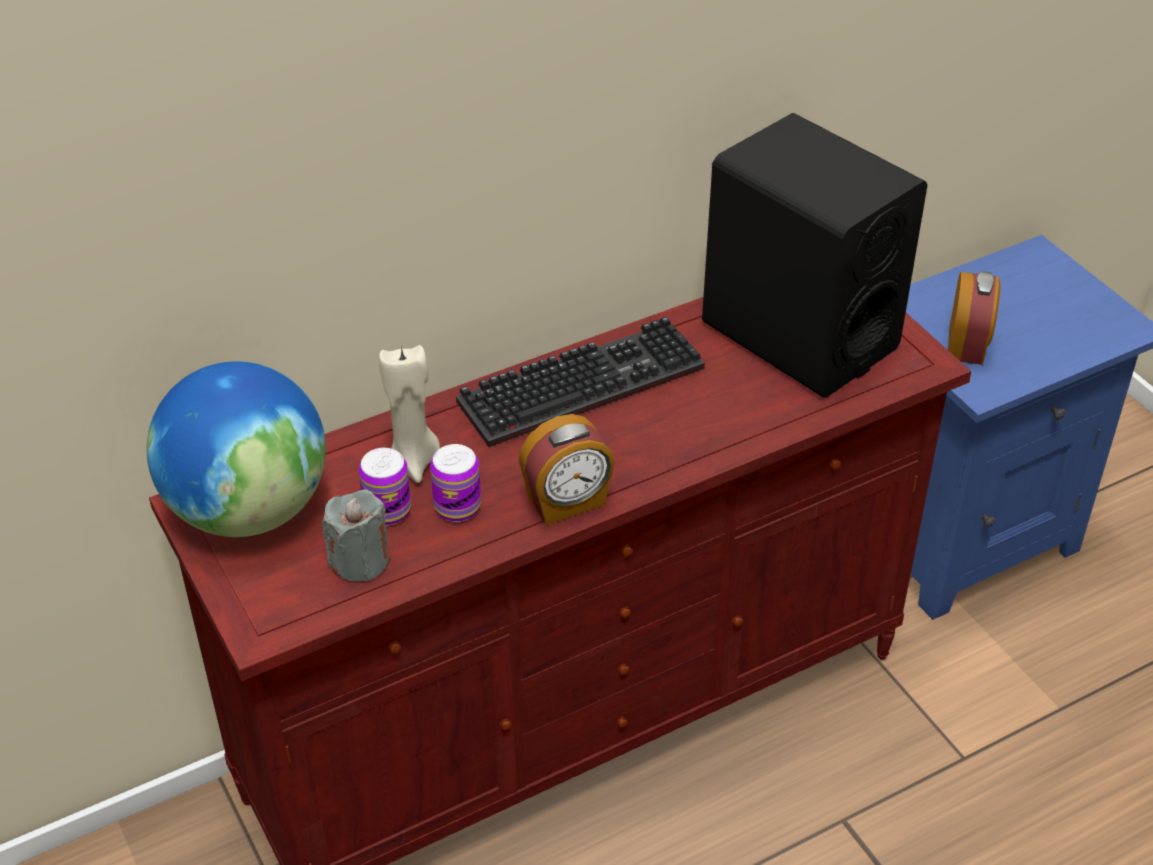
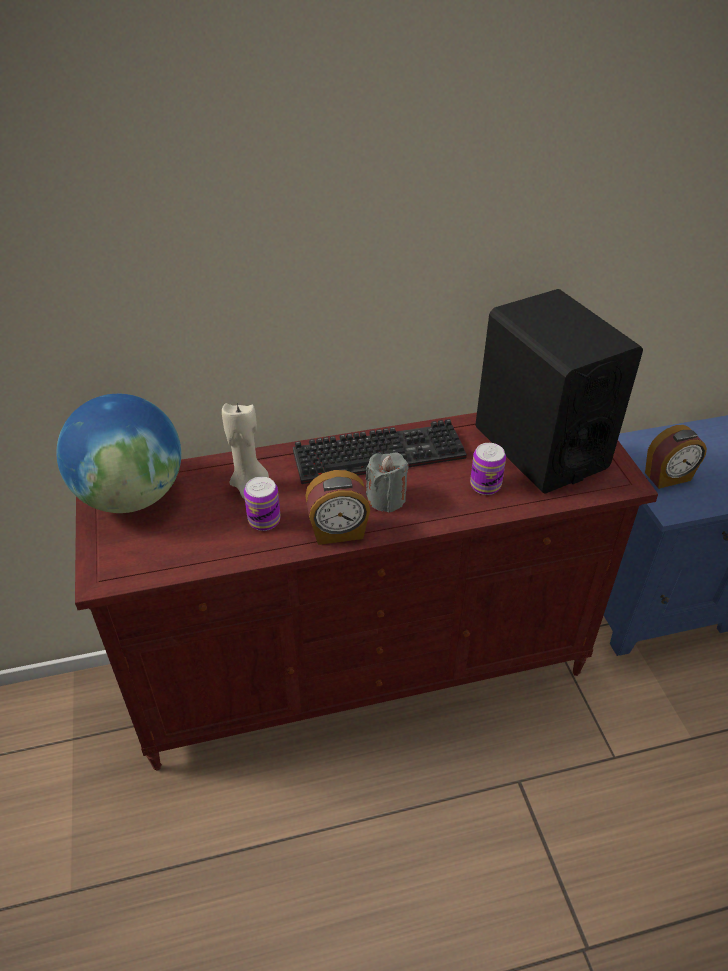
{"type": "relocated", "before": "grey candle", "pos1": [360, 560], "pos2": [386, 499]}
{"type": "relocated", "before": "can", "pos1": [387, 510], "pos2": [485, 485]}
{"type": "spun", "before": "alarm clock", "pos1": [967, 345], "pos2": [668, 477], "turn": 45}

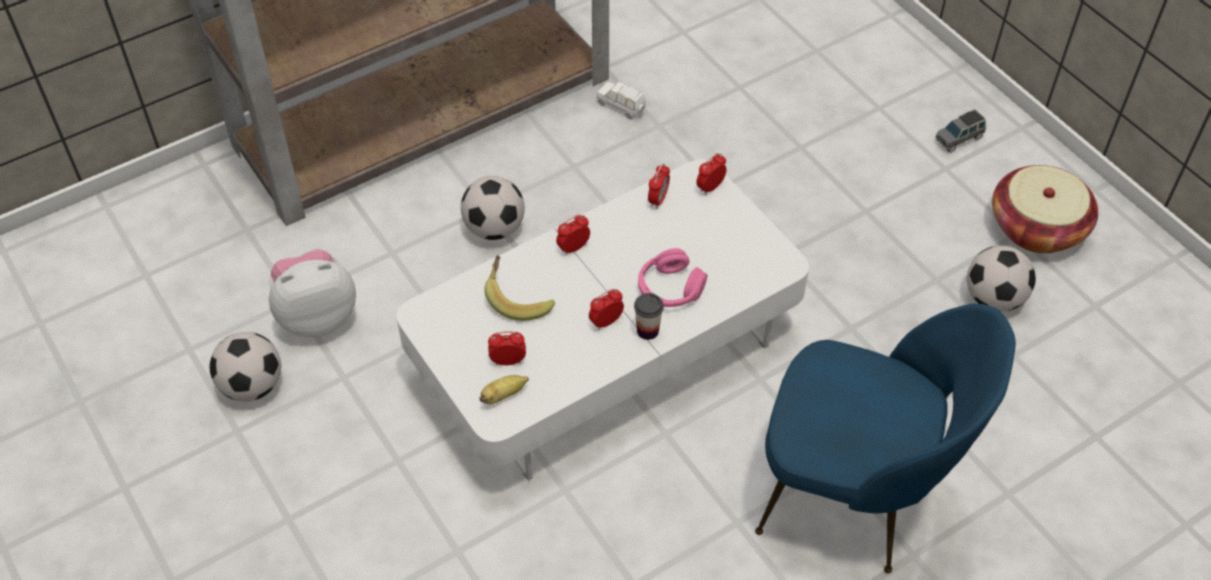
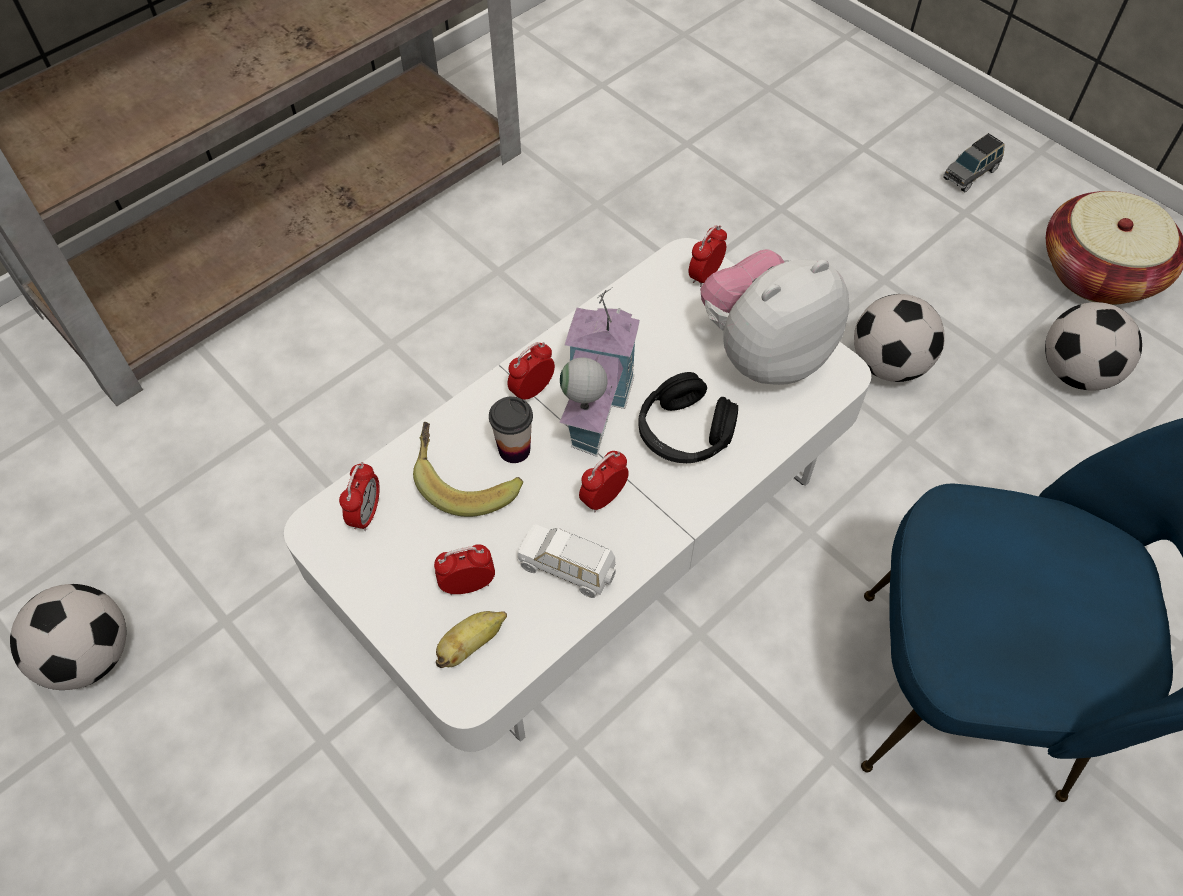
{"type": "relocated", "before": "alarm clock", "pos1": [658, 199], "pos2": [366, 514]}
{"type": "relocated", "before": "cup", "pos1": [647, 331], "pos2": [514, 450]}
{"type": "relocated", "before": "white toy car", "pos1": [621, 107], "pos2": [568, 568]}
{"type": "appeared", "after": "toy house", "pos2": [594, 406]}
{"type": "colour", "before": "pink headphones", "after": "black headphones", "pos1": [669, 288], "pos2": [684, 432]}
{"type": "relocated", "before": "plush toy", "pos1": [316, 315], "pos2": [764, 353]}
{"type": "relocated", "before": "football", "pos1": [494, 228], "pos2": [888, 364]}

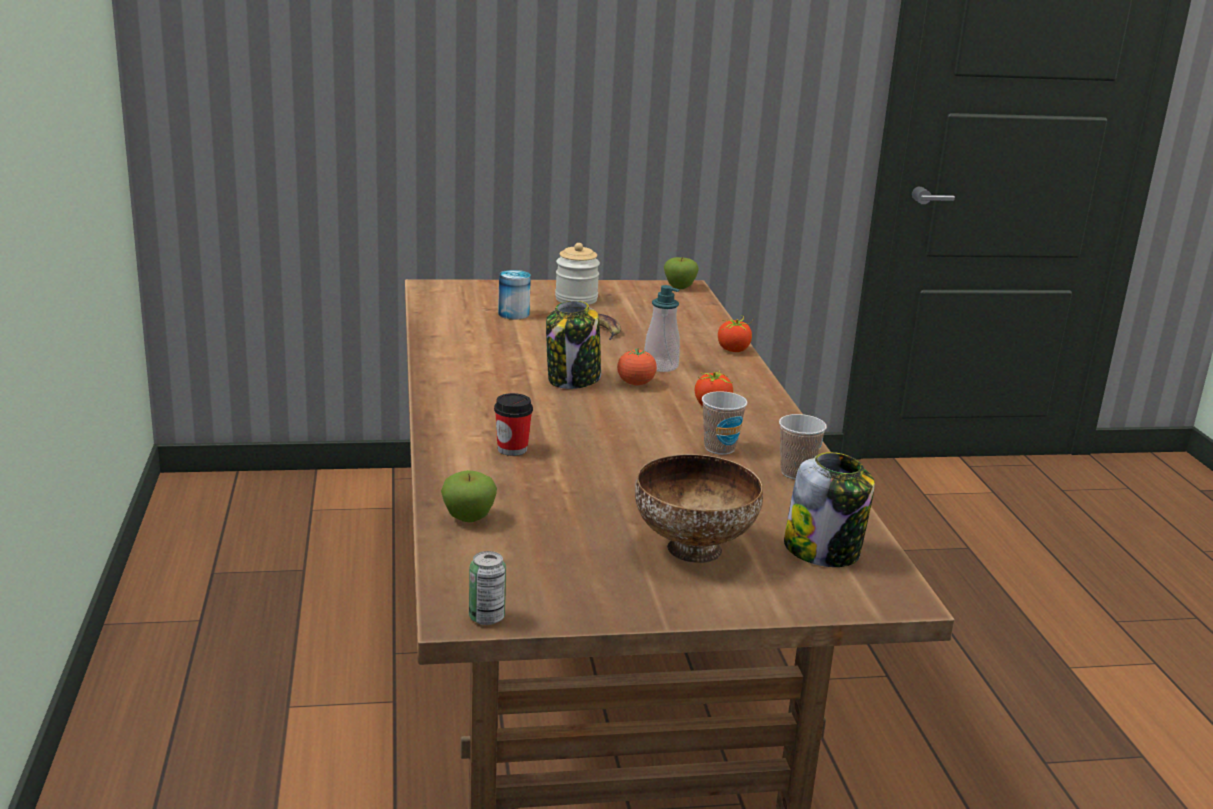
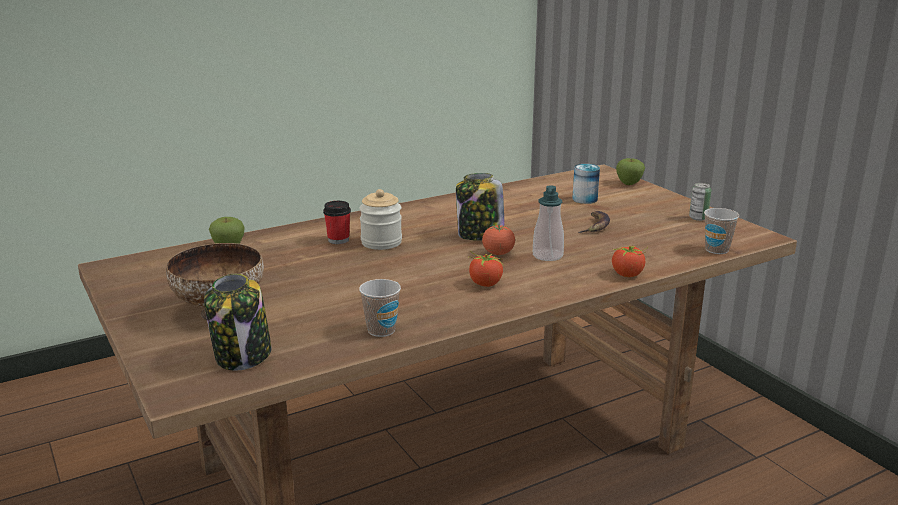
{"type": "relocated", "before": "jar", "pos1": [576, 299], "pos2": [381, 242]}
{"type": "relocated", "before": "apple", "pos1": [679, 287], "pos2": [629, 183]}
{"type": "relocated", "before": "can", "pos1": [486, 617], "pos2": [698, 218]}
{"type": "relocated", "before": "cup", "pos1": [719, 448], "pos2": [716, 250]}

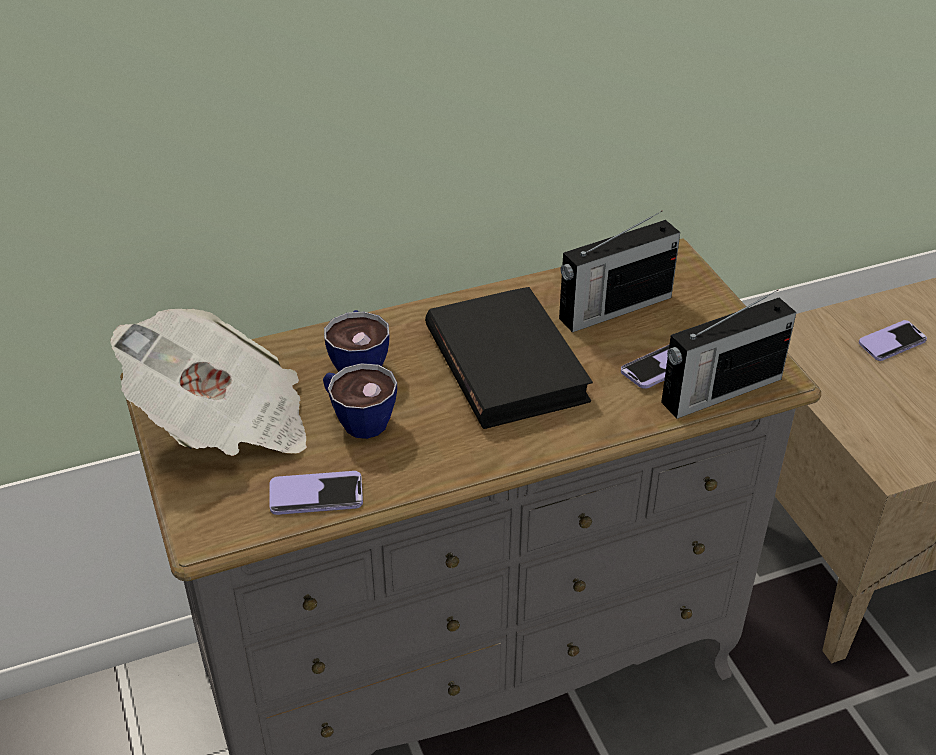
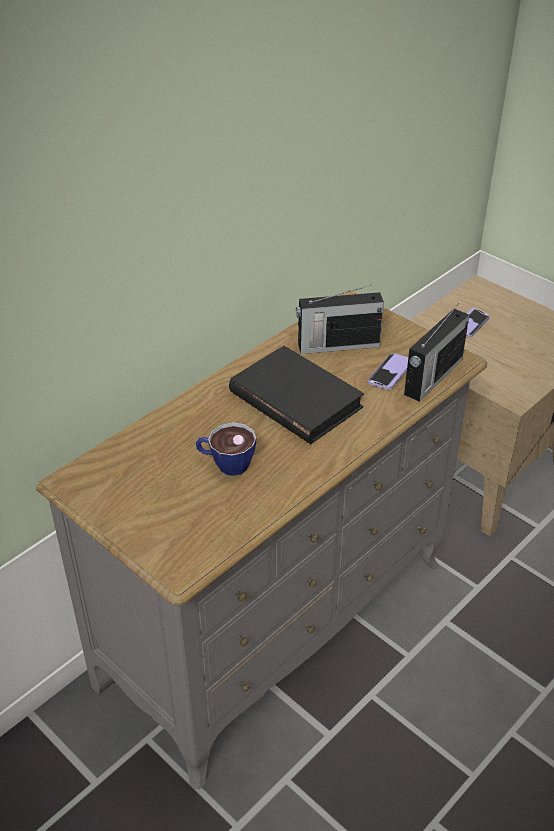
{"type": "spun", "before": "radio", "pos1": [613, 308], "pos2": [337, 345], "turn": 45}
{"type": "missing", "before": "newspaper", "pos1": [224, 422]}
{"type": "missing", "before": "phone", "pos1": [316, 495]}
{"type": "missing", "before": "cup", "pos1": [359, 362]}

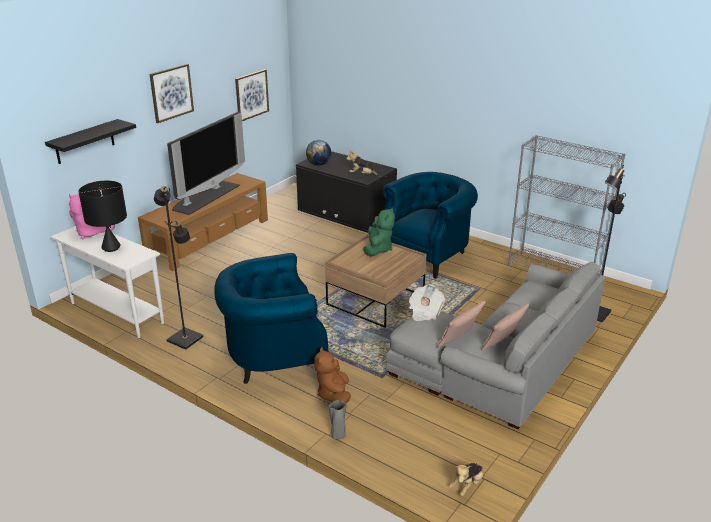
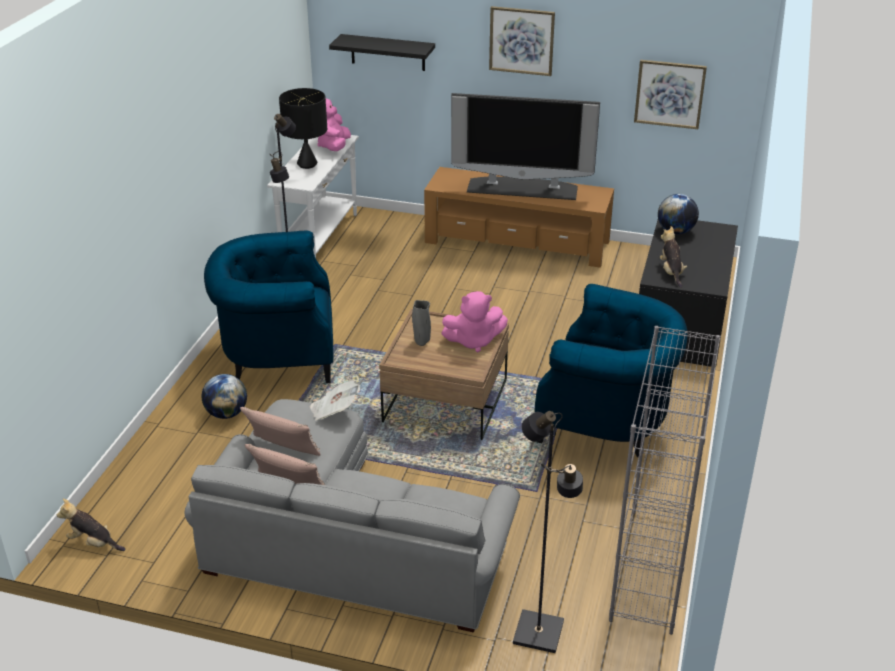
{"type": "exchanged", "before": "brown plush toy", "after": "globe", "pos1": [334, 395], "pos2": [226, 413]}
{"type": "spun", "before": "blue armchair", "pos1": [274, 359], "pos2": [278, 357], "turn": -60}
{"type": "relocated", "before": "grey vase", "pos1": [338, 435], "pos2": [422, 342]}
{"type": "colour", "before": "green plush toy", "after": "pink plush toy", "pos1": [378, 249], "pos2": [474, 341]}

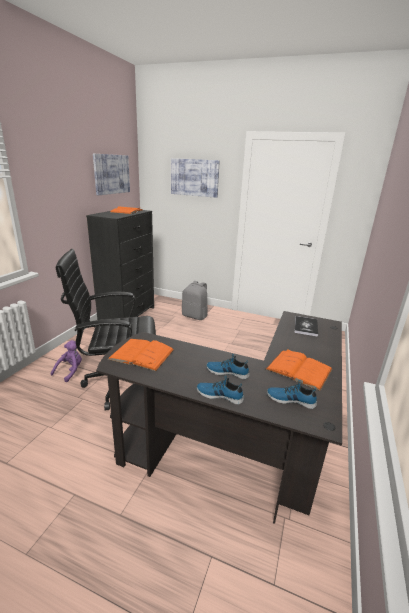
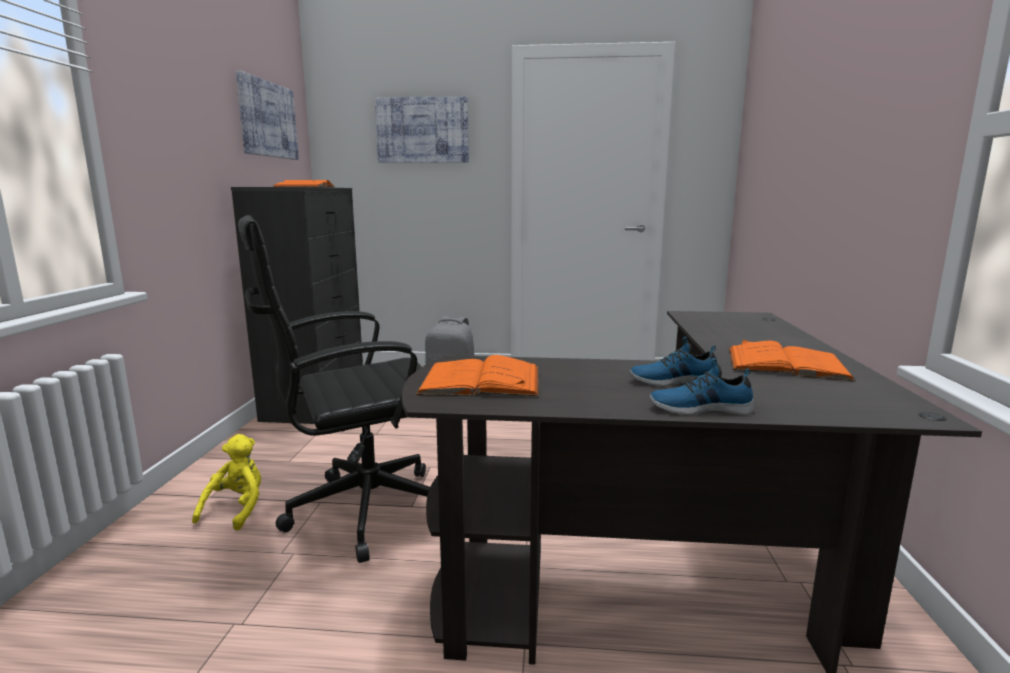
{"type": "colour", "before": "purple plush toy", "after": "yellow plush toy", "pos1": [70, 371], "pos2": [237, 509]}
{"type": "missing", "before": "shoe", "pos1": [291, 399]}
{"type": "missing", "before": "book", "pos1": [306, 326]}

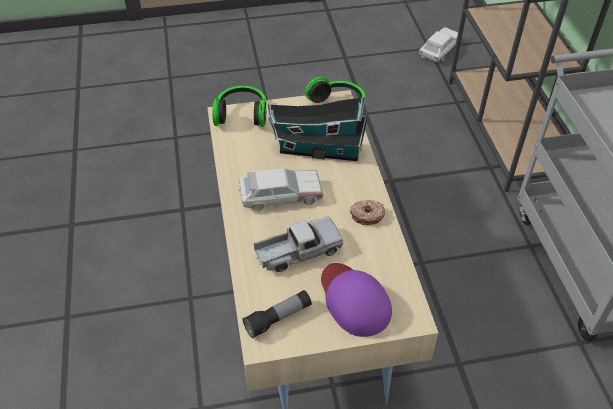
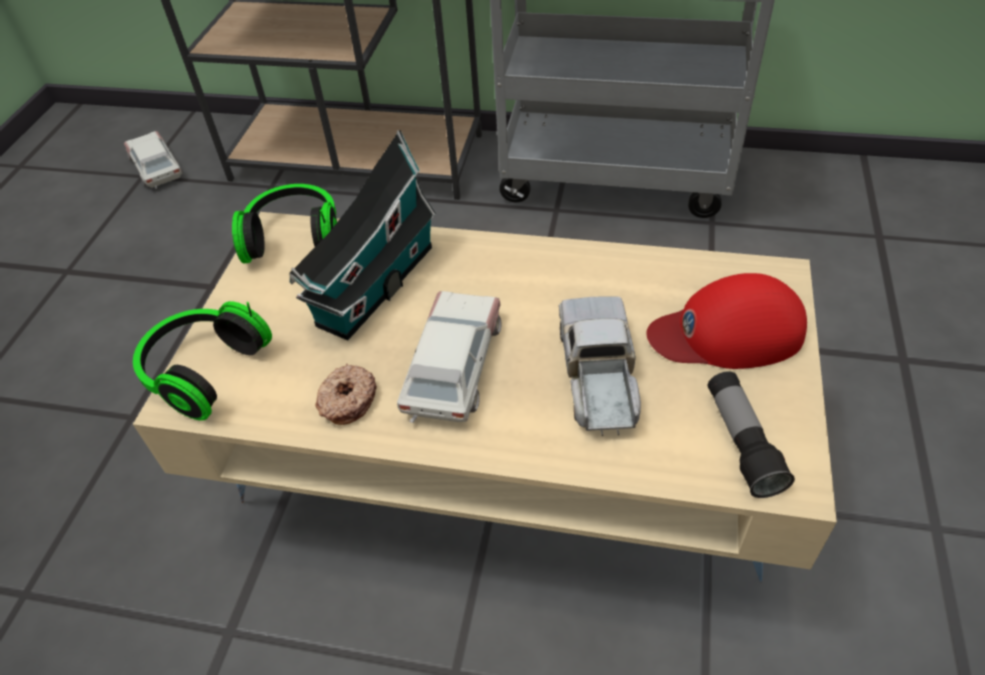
{"type": "relocated", "before": "donut", "pos1": [367, 215], "pos2": [347, 400]}
{"type": "colour", "before": "purple cap", "after": "red cap", "pos1": [354, 300], "pos2": [727, 332]}

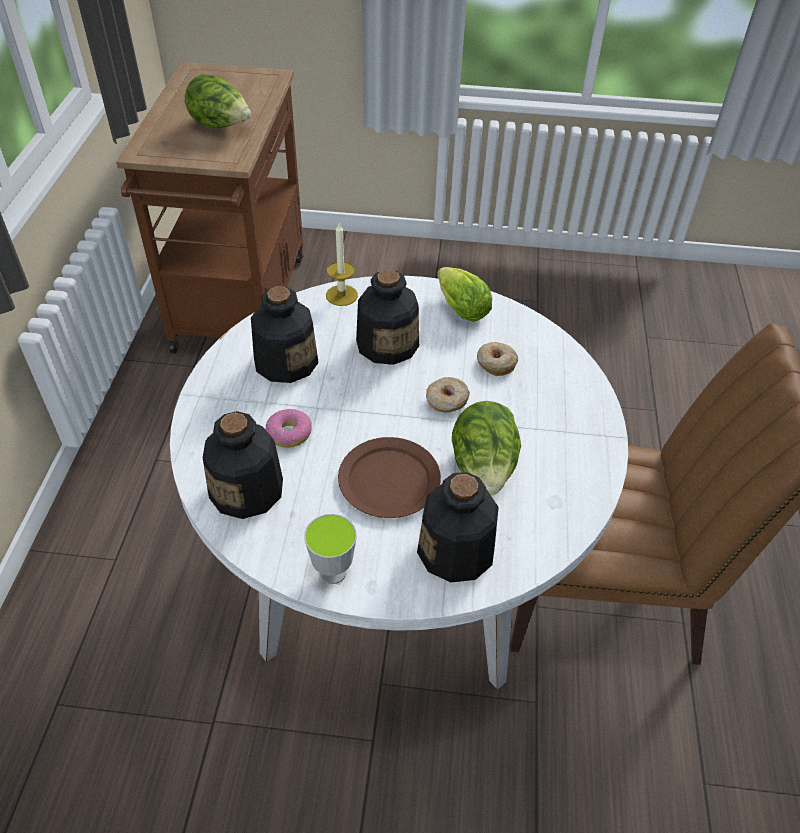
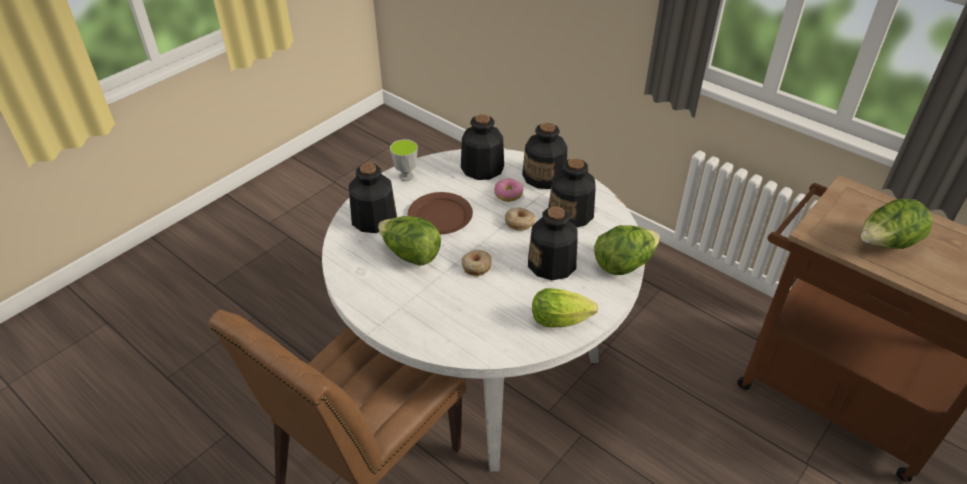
{"type": "relocated", "before": "donut", "pos1": [495, 364], "pos2": [520, 222]}
{"type": "appeared", "after": "bottle", "pos2": [544, 176]}
{"type": "exchanged", "before": "candle", "after": "lettuce", "pos1": [341, 295], "pos2": [623, 264]}

